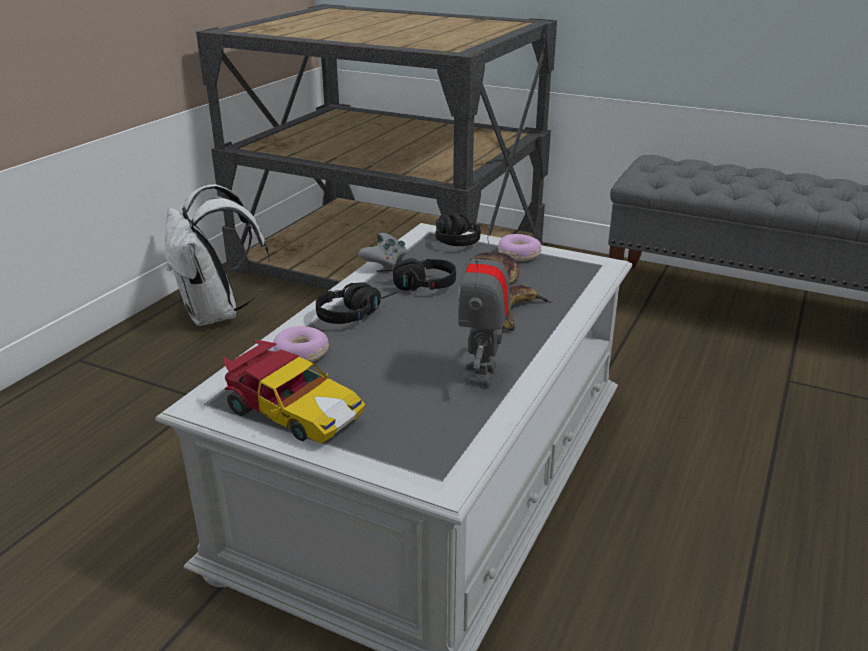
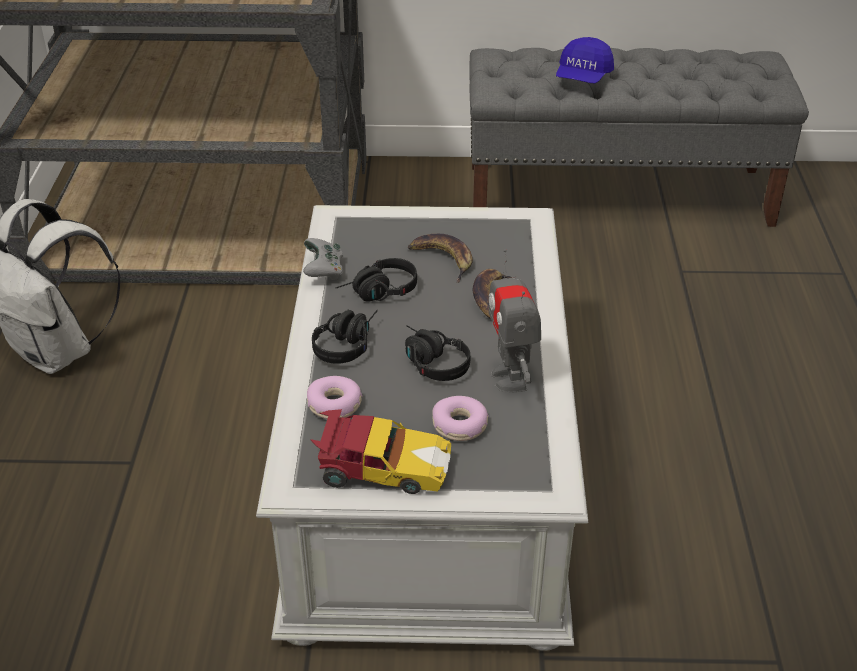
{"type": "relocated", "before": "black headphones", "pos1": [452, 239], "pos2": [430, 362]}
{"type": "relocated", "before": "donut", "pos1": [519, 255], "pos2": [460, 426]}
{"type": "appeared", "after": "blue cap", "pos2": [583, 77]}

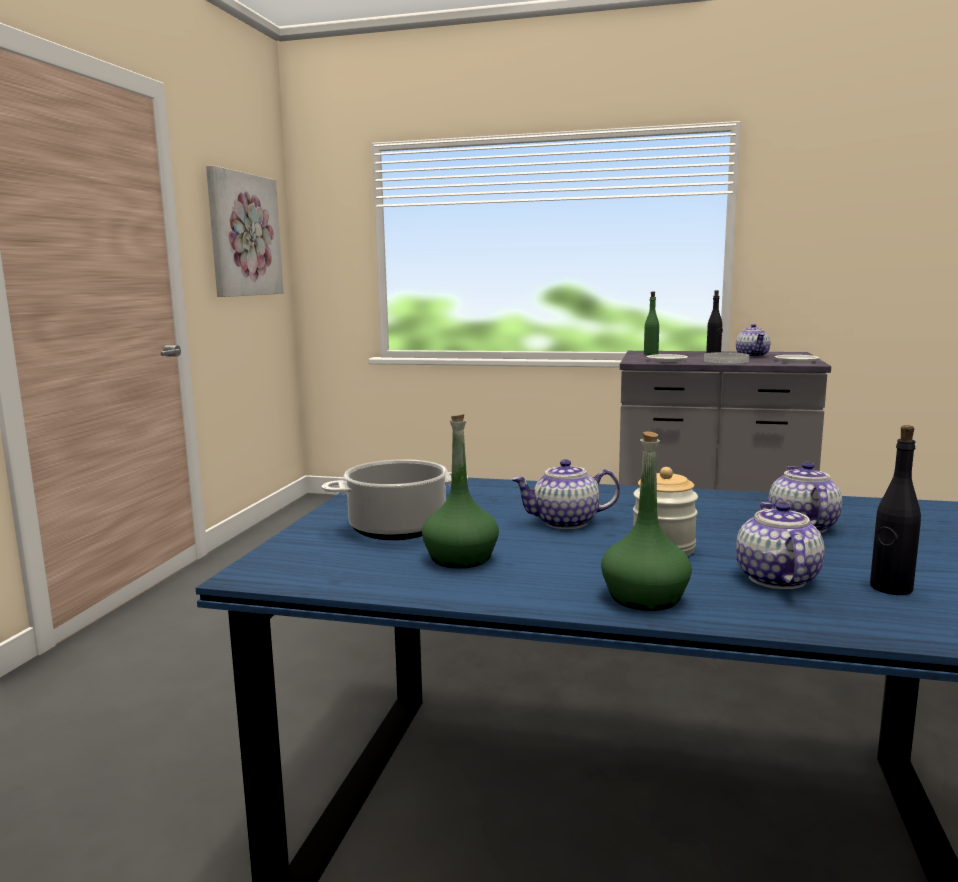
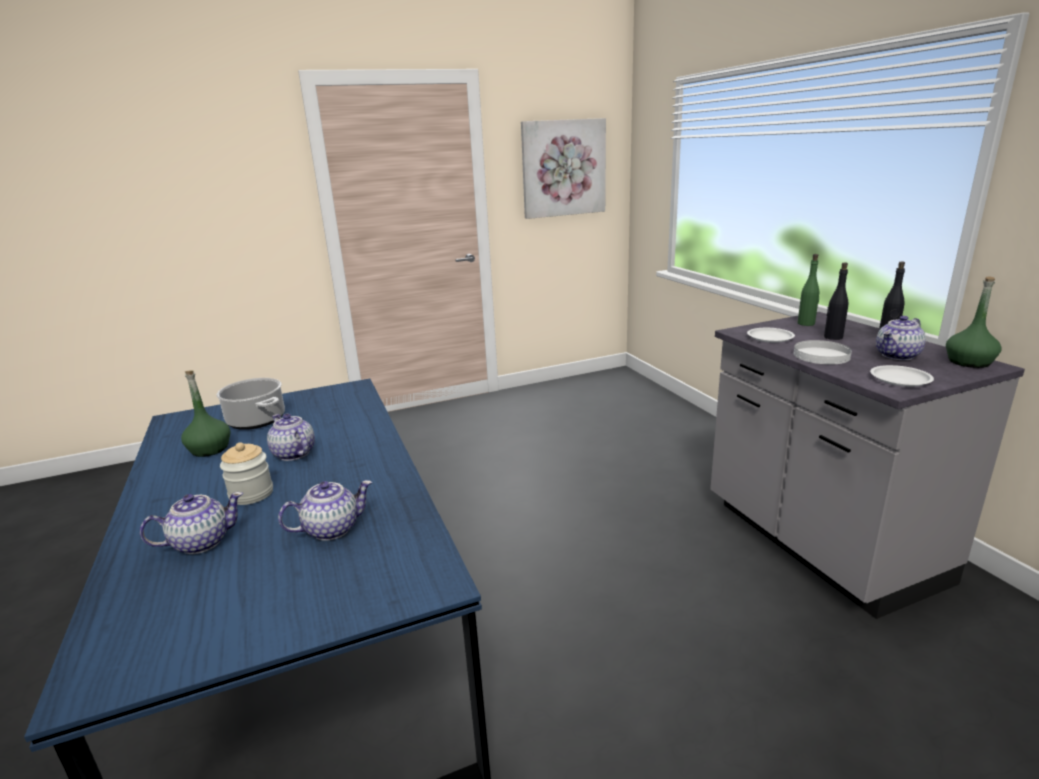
{"type": "relocated", "before": "black bottle", "pos1": [890, 588], "pos2": [833, 337]}
{"type": "relocated", "before": "green bottle", "pos1": [645, 598], "pos2": [969, 362]}

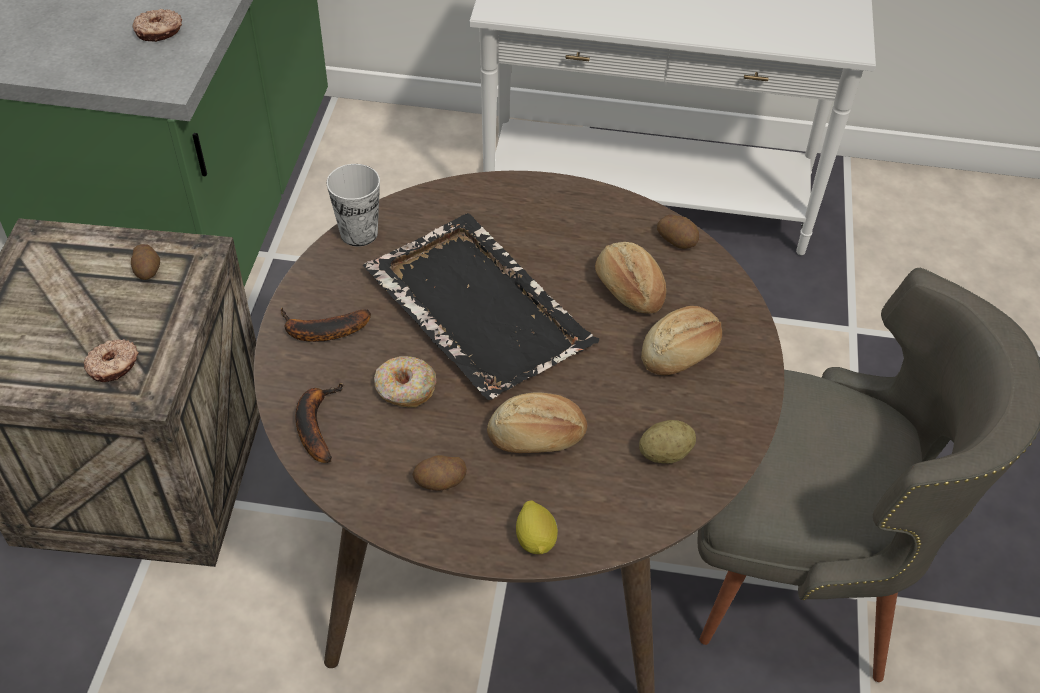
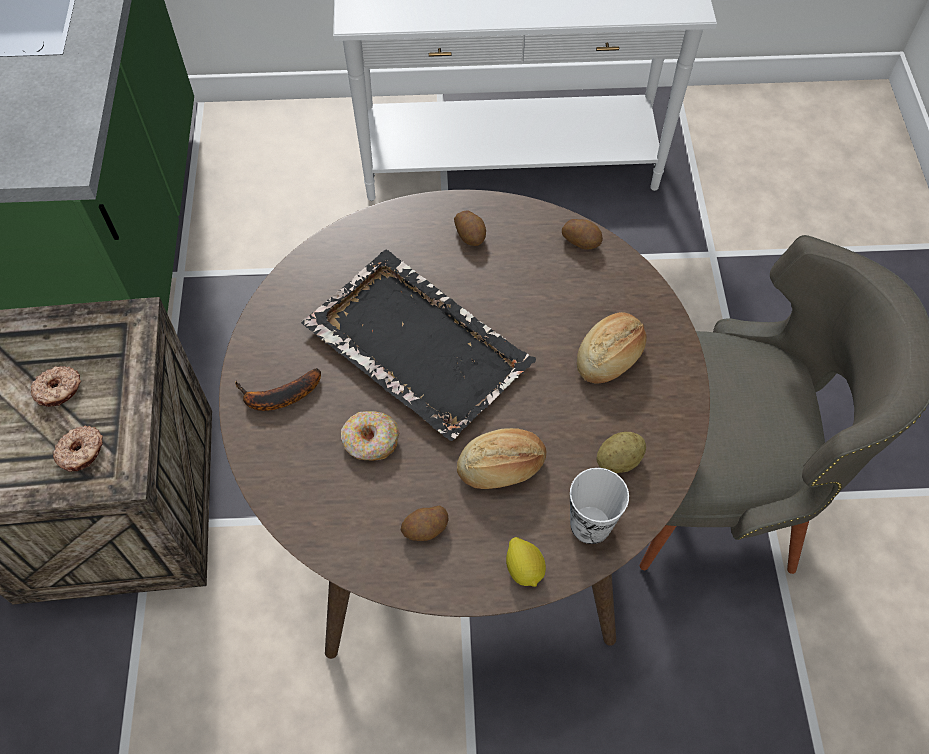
{"type": "relocated", "before": "donut", "pos1": [159, 32], "pos2": [59, 390]}
{"type": "relocated", "before": "potato", "pos1": [148, 270], "pos2": [471, 235]}
{"type": "relocated", "before": "cup", "pos1": [359, 233], "pos2": [590, 524]}
{"type": "missing", "before": "banana", "pos1": [315, 424]}
{"type": "missing", "before": "bread", "pos1": [628, 290]}

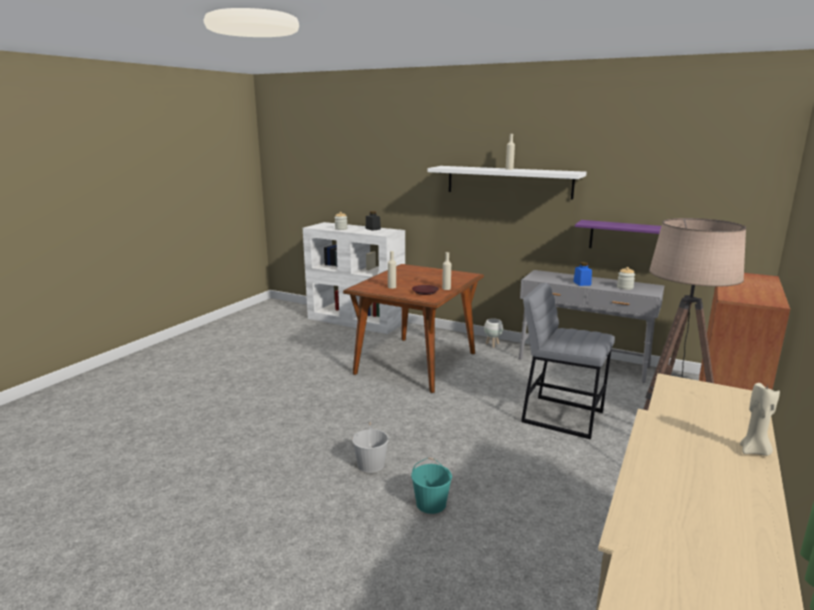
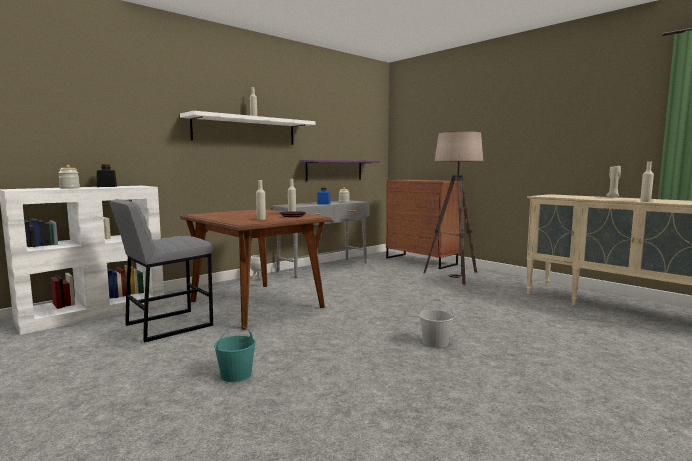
{"type": "relocated", "before": "grey chair", "pos1": [560, 416], "pos2": [167, 325]}
{"type": "relocated", "before": "turquoise bucket", "pos1": [430, 503], "pos2": [235, 375]}
{"type": "appeared", "after": "beige bottle", "pos2": [645, 201]}

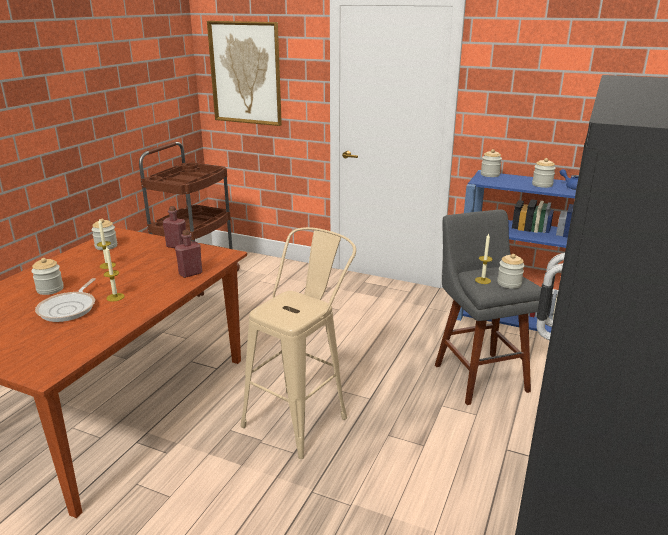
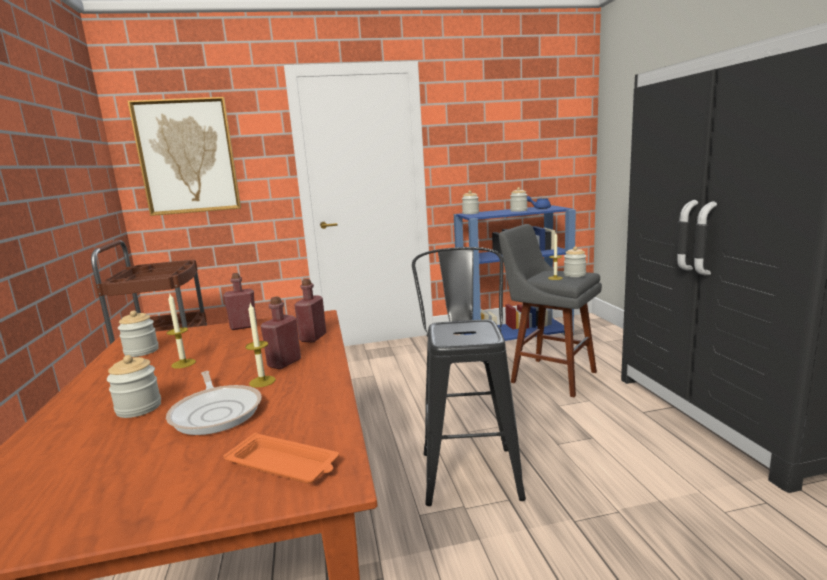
{"type": "appeared", "after": "orange tray", "pos2": [284, 465]}
{"type": "appeared", "after": "red bottle", "pos2": [284, 363]}
{"type": "colour", "before": "beige stool", "after": "black stool", "pos1": [302, 417], "pos2": [469, 467]}

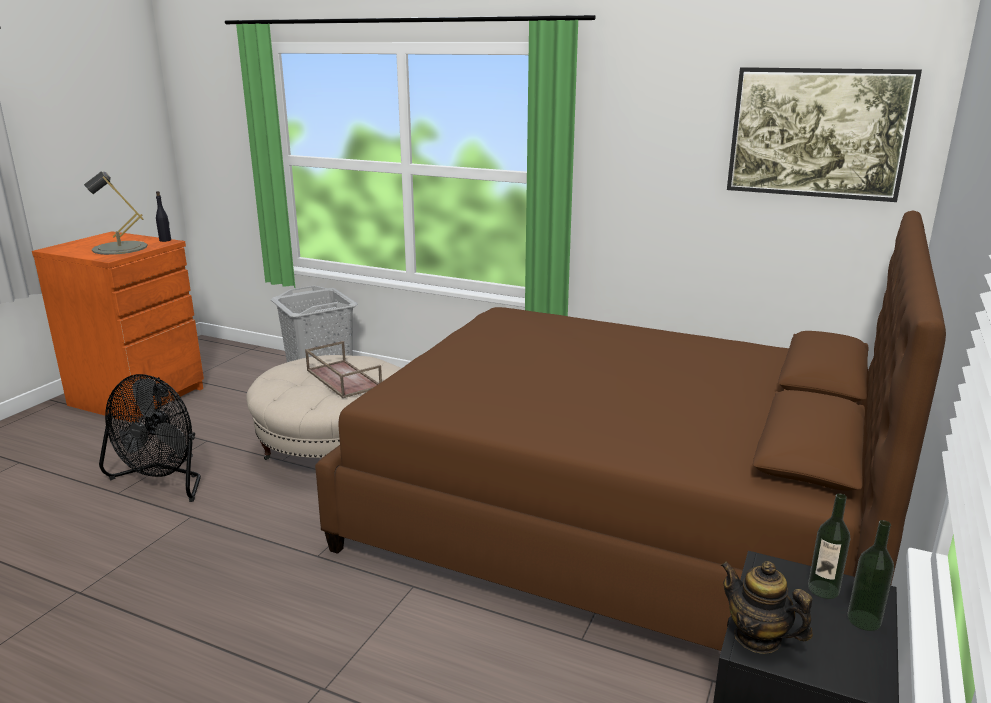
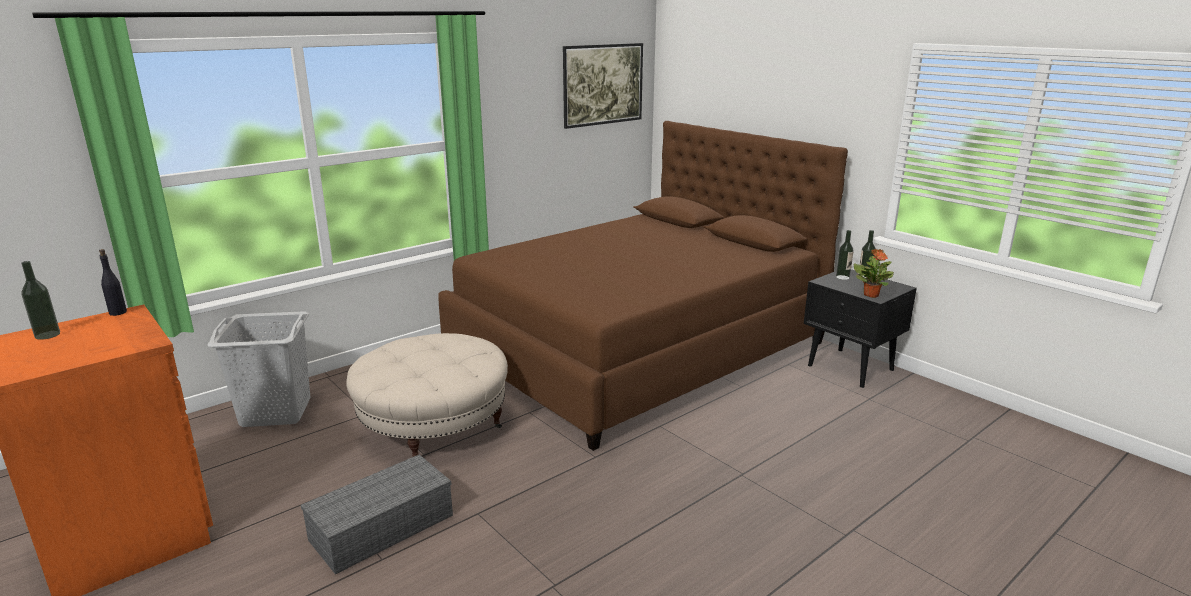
{"type": "appeared", "after": "bottle", "pos2": [47, 335]}
{"type": "exchanged", "before": "black fan", "after": "grey storage box", "pos1": [164, 478], "pos2": [383, 526]}
{"type": "exchanged", "before": "teapot", "after": "potted plant", "pos1": [758, 638], "pos2": [871, 295]}
{"type": "missing", "before": "grey table lamp", "pos1": [120, 248]}
{"type": "missing", "before": "brown tray", "pos1": [342, 378]}

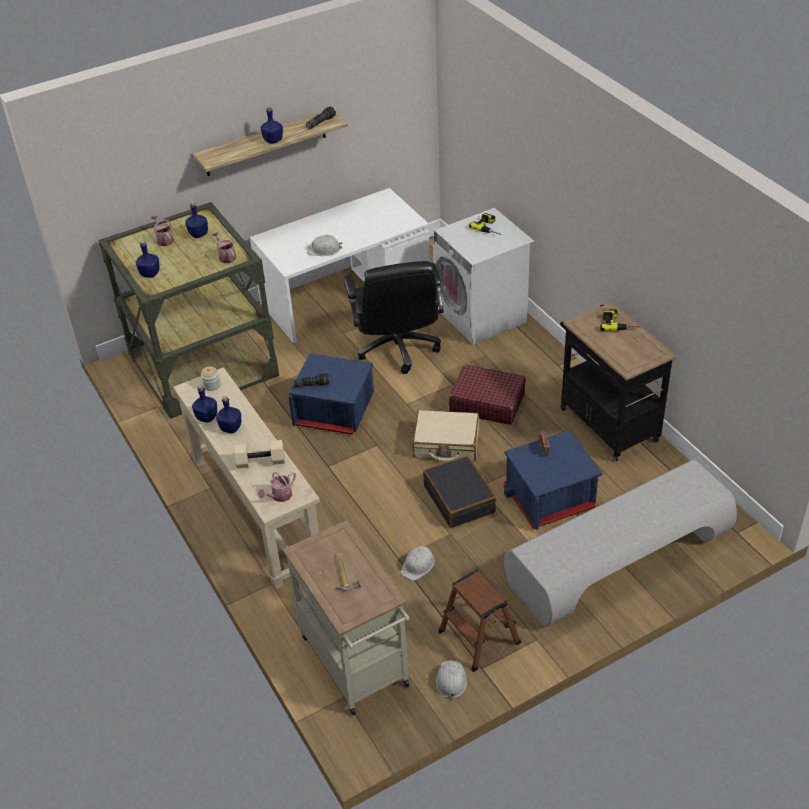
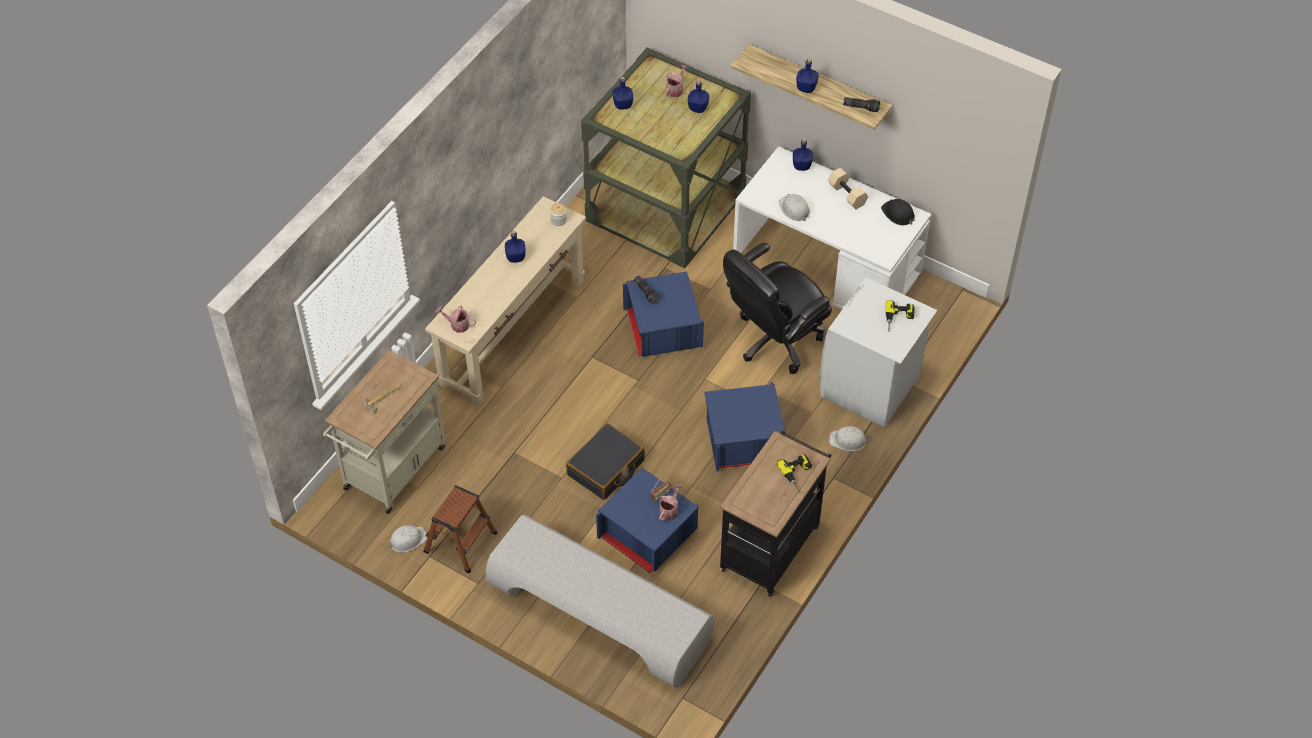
{"type": "relocated", "before": "watering can", "pos1": [226, 256], "pos2": [669, 510]}
{"type": "exchanged", "before": "red suitcase", "after": "blue storage box", "pos1": [487, 403], "pos2": [743, 440]}
{"type": "relocated", "before": "blue bottle", "pos1": [207, 417], "pos2": [802, 166]}
{"type": "relocated", "before": "beige dumbbell", "pos1": [261, 461], "pos2": [848, 194]}
{"type": "relocated", "before": "white hard hat", "pos1": [418, 565], "pos2": [848, 440]}
{"type": "appeared", "after": "black hard hat", "pos2": [898, 214]}
{"type": "missing", "before": "beige suitcase", "pos1": [446, 444]}

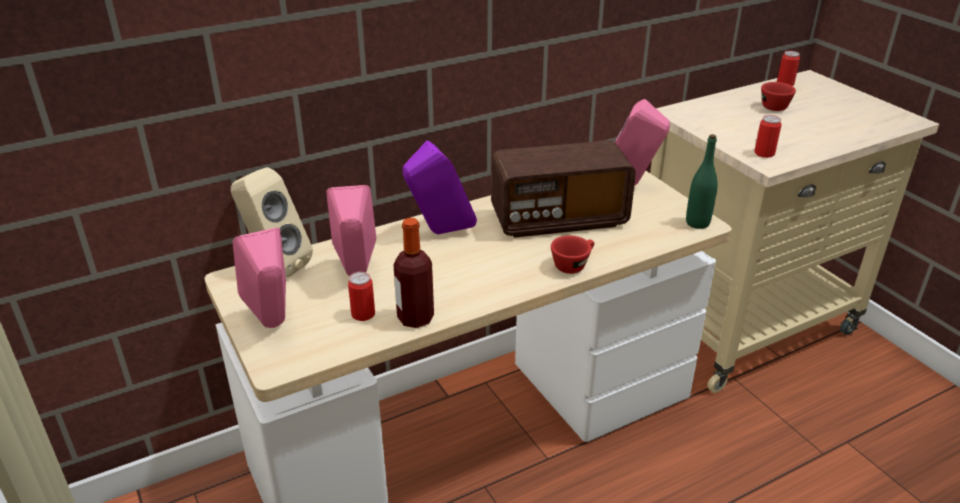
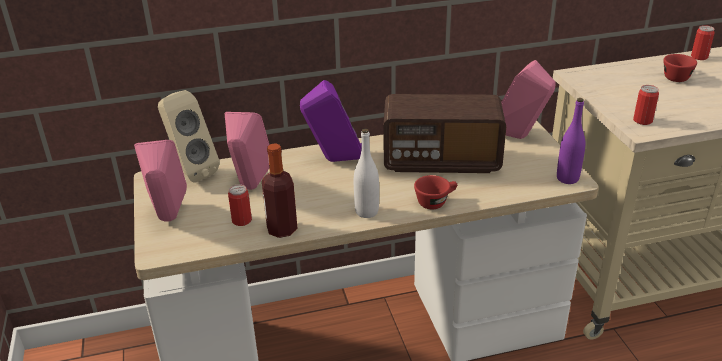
{"type": "appeared", "after": "white bottle", "pos2": [366, 212]}
{"type": "colour", "before": "green bottle", "after": "purple bottle", "pos1": [697, 223], "pos2": [567, 178]}

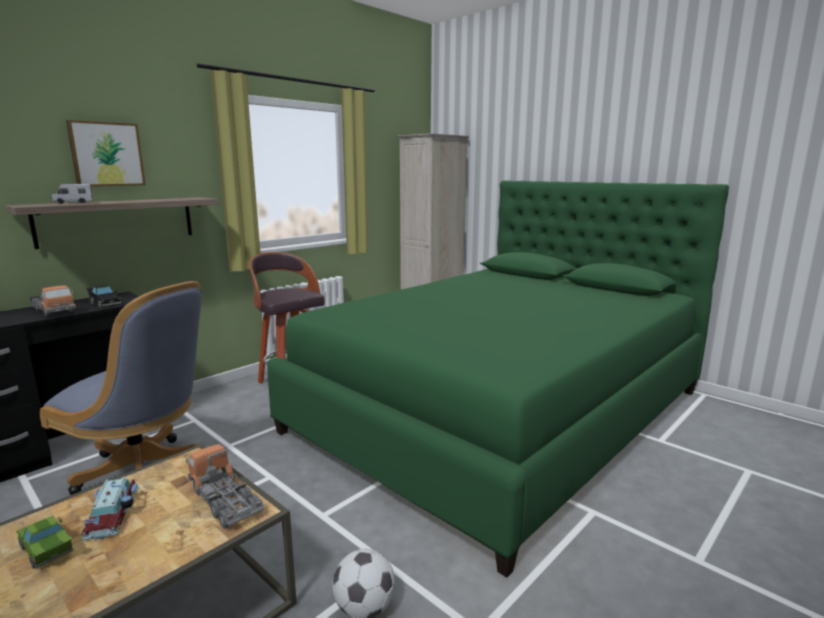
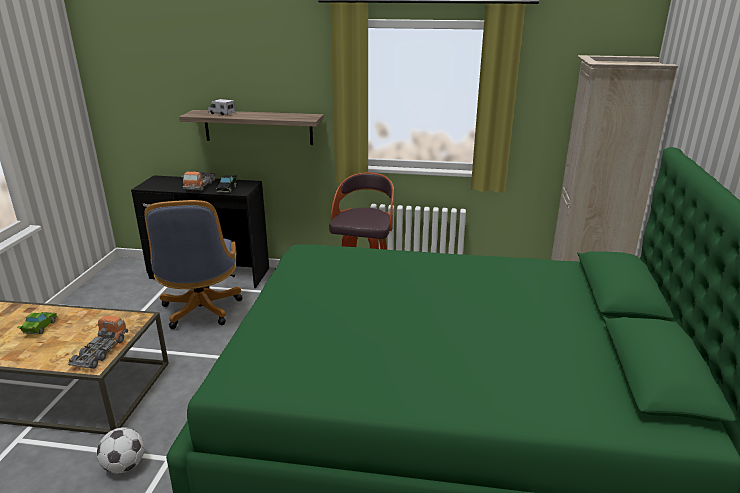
{"type": "missing", "before": "picture", "pos1": [106, 154]}
{"type": "missing", "before": "toy car", "pos1": [114, 512]}

